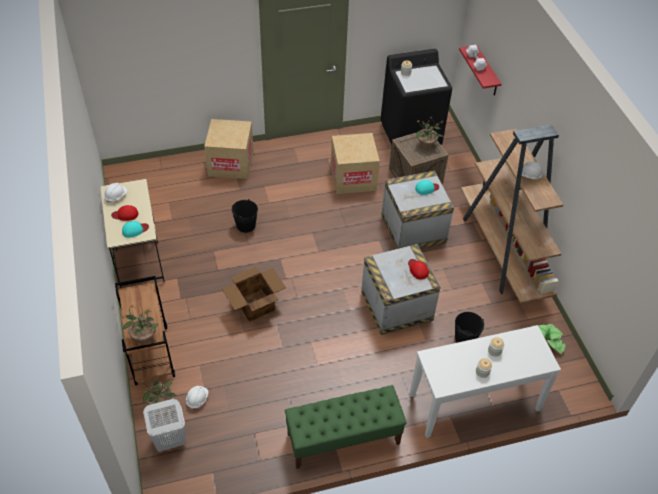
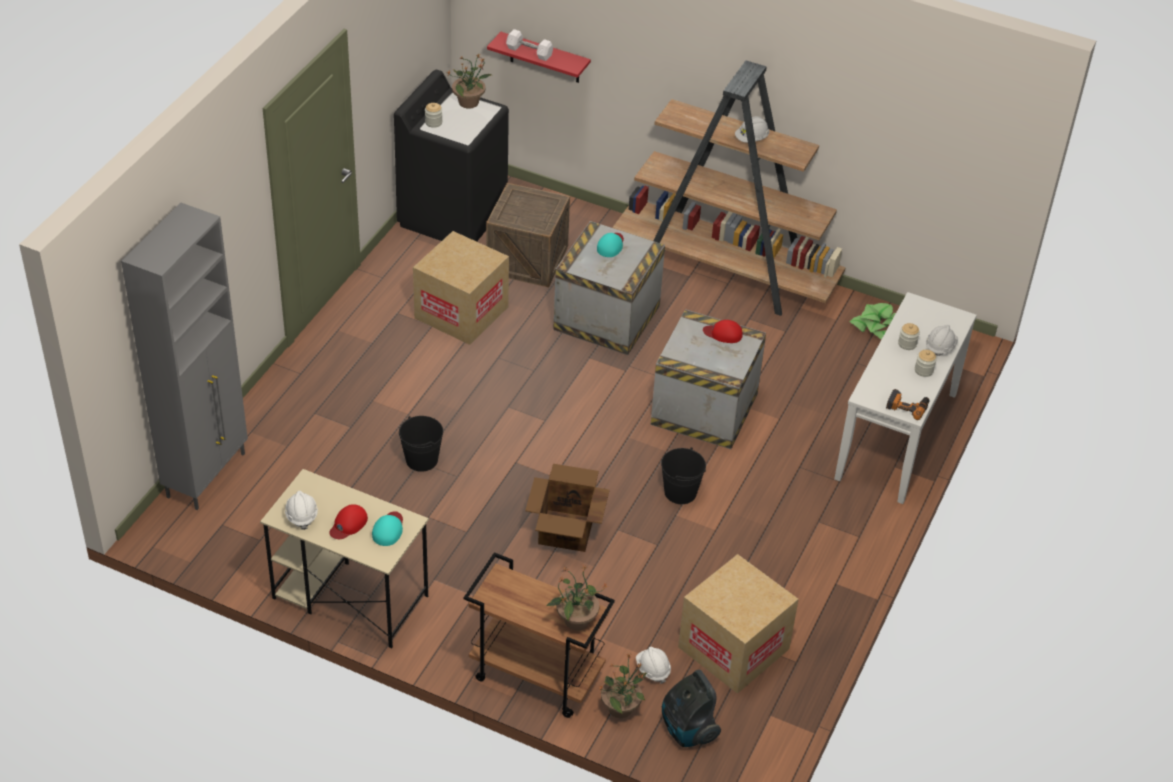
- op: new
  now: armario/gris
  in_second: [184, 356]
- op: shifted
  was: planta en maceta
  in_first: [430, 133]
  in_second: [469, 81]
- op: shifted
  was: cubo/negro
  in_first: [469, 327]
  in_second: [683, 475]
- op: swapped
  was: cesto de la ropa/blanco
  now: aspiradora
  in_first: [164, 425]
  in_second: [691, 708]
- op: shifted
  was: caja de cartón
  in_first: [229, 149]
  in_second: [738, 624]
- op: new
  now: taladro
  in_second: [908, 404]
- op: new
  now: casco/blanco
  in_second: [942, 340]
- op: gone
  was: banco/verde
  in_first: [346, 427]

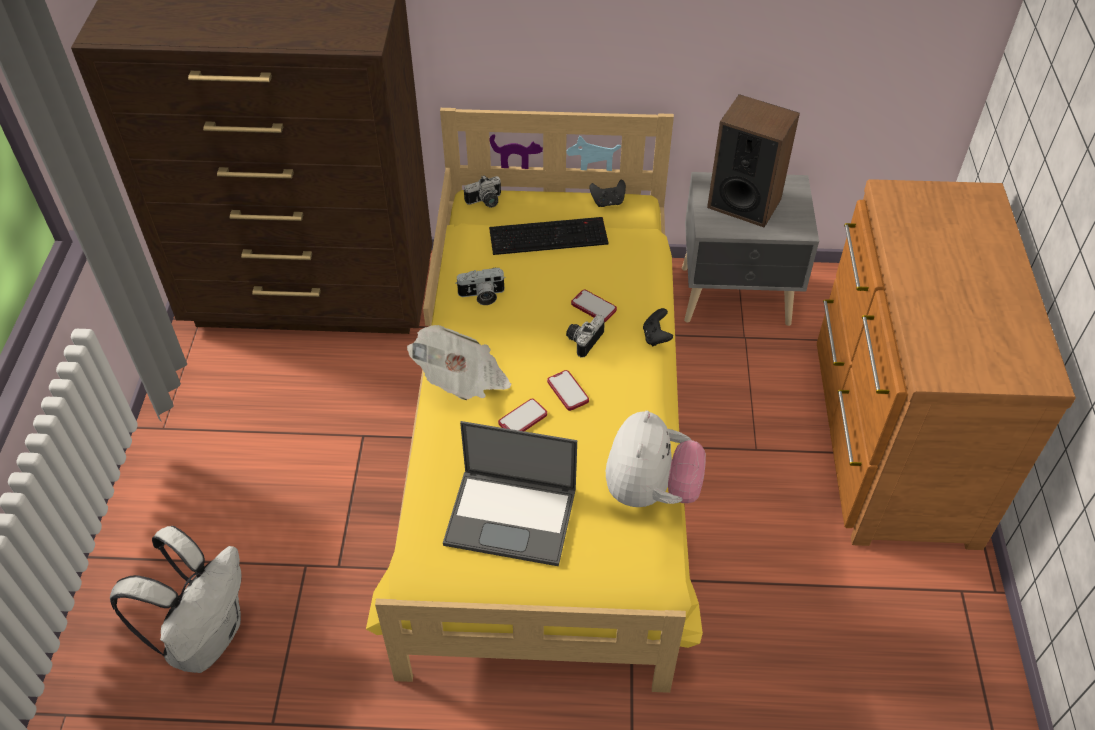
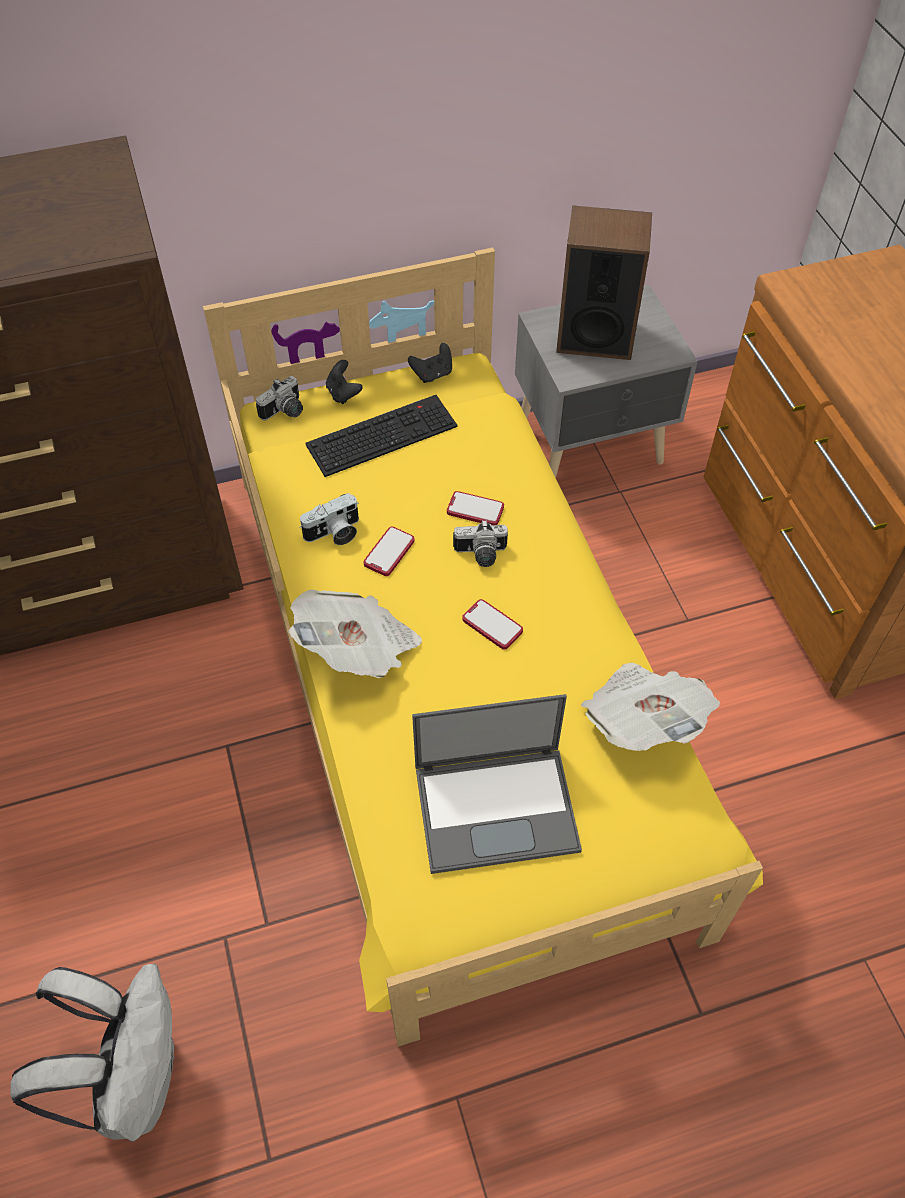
- op: shifted
  was: mando de consola/negro
  in_first: [658, 327]
  in_second: [344, 382]
- op: shifted
  was: móvil
  in_first: [522, 415]
  in_second: [389, 551]
- op: rotated
  was: cámara
  in_first: [585, 336]
  in_second: [480, 543]
  clockwise: -105
- op: swapped
  was: peluche
  now: periódico
  in_first: [656, 458]
  in_second: [650, 707]

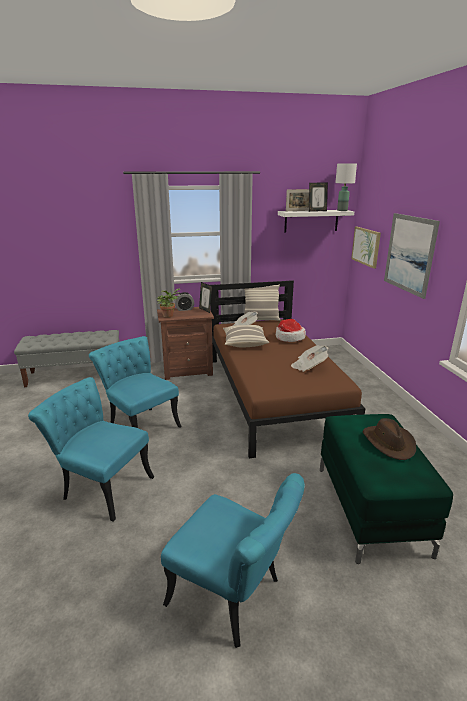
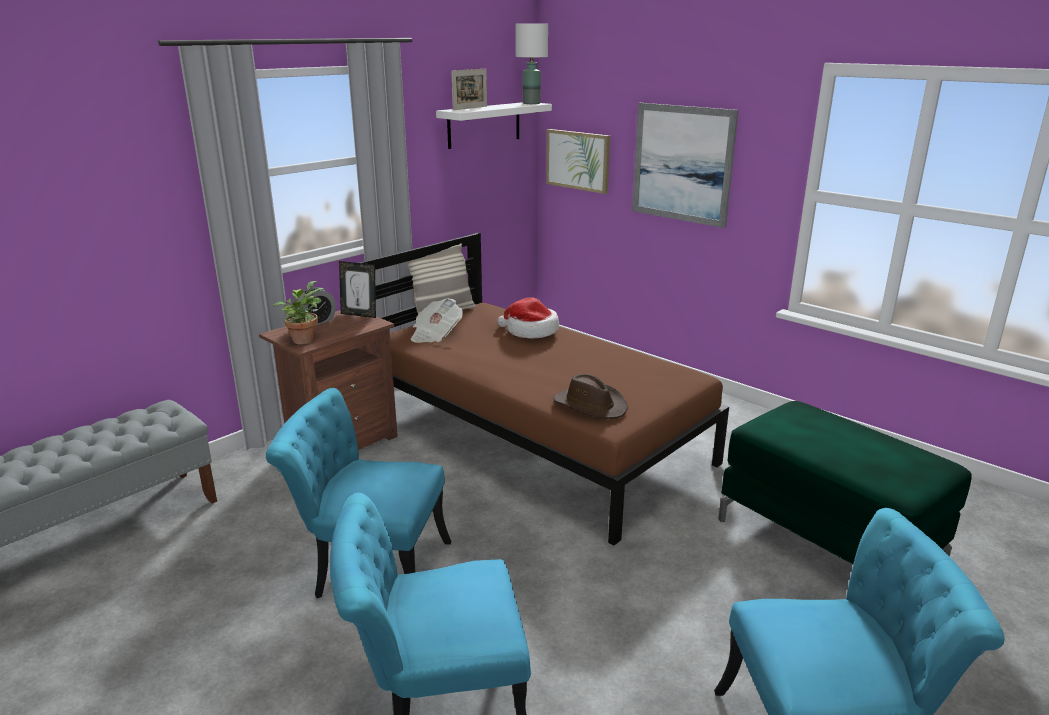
- op: shifted
  was: sombrero/marrón
  in_first: [389, 439]
  in_second: [590, 396]
- op: gone
  was: cojín
  in_first: [246, 336]
- op: gone
  was: periódico
  in_first: [310, 358]
- op: gone
  was: portarretratos
  in_first: [318, 197]

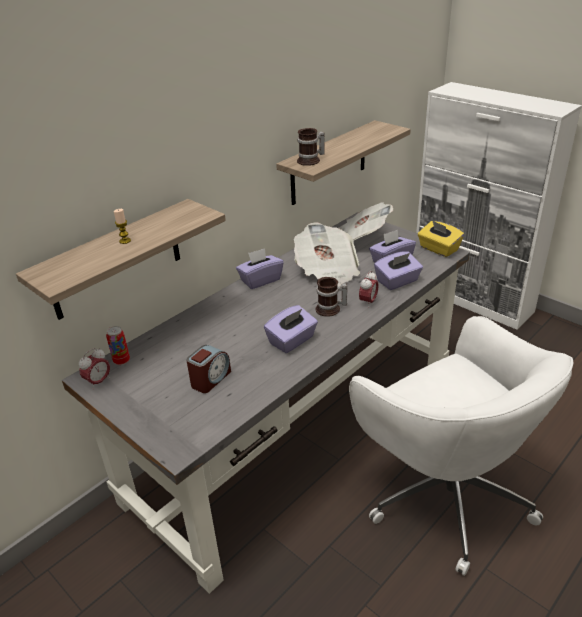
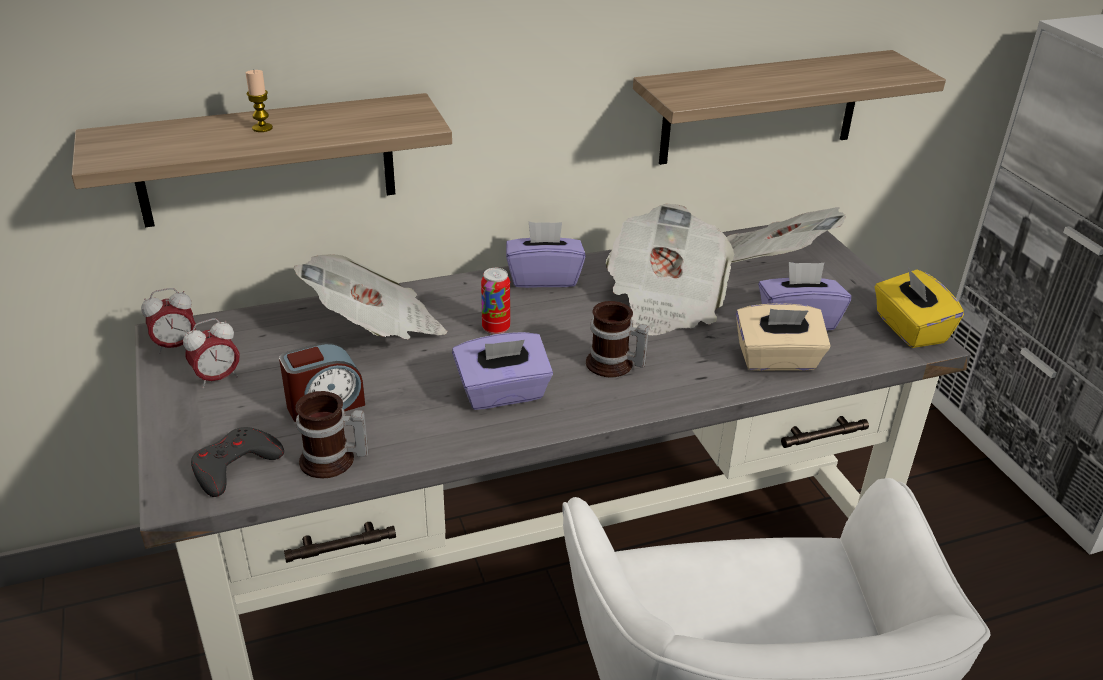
- op: shifted
  was: despertador
  in_first: [369, 289]
  in_second: [211, 353]
- op: new
  now: mando de consola/gris
  in_second: [237, 462]
- op: new
  now: periódico
  in_second: [371, 296]
- op: shifted
  was: taza grande
  in_first: [311, 147]
  in_second: [331, 434]
- op: shifted
  was: lata
  in_first: [118, 345]
  in_second: [495, 301]
- op: repainted
  was: caja de pañuelos/morado
  now: caja de pañuelos/beis
  in_first: [398, 271]
  in_second: [783, 337]

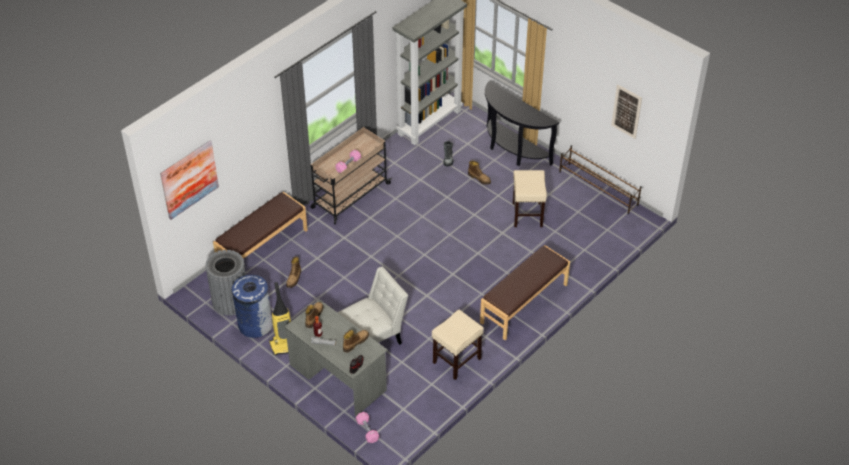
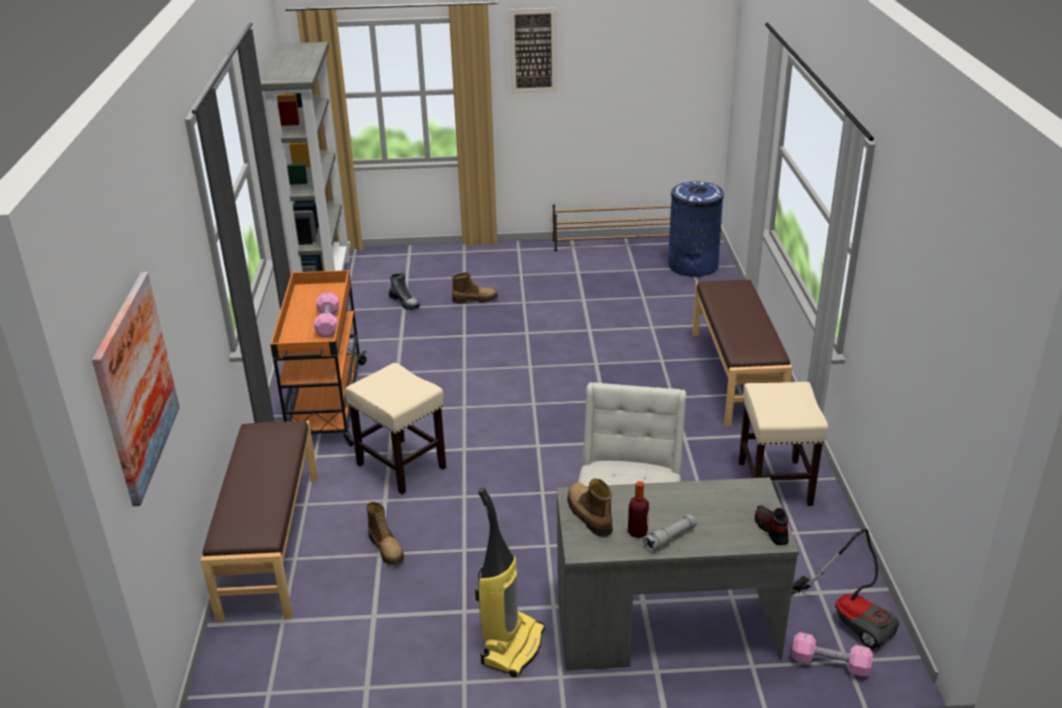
- op: repainted
  was: carrito/beis
  now: carrito/naranja
  in_first: [351, 175]
  in_second: [318, 358]
- op: shifted
  was: taburete/beis
  in_first: [530, 198]
  in_second: [395, 429]
- op: shifted
  was: cuadro
  in_first: [626, 111]
  in_second: [533, 51]
- op: shifted
  was: papelera/azul
  in_first: [252, 306]
  in_second: [696, 229]
- op: new
  now: aspiradora
  in_second: [845, 588]
- op: gone
  was: papelera/gris
  in_first: [226, 283]
- op: gone
  was: bota
  in_first: [356, 341]
- op: gone
  was: mesa consola/negro
  in_first: [522, 124]

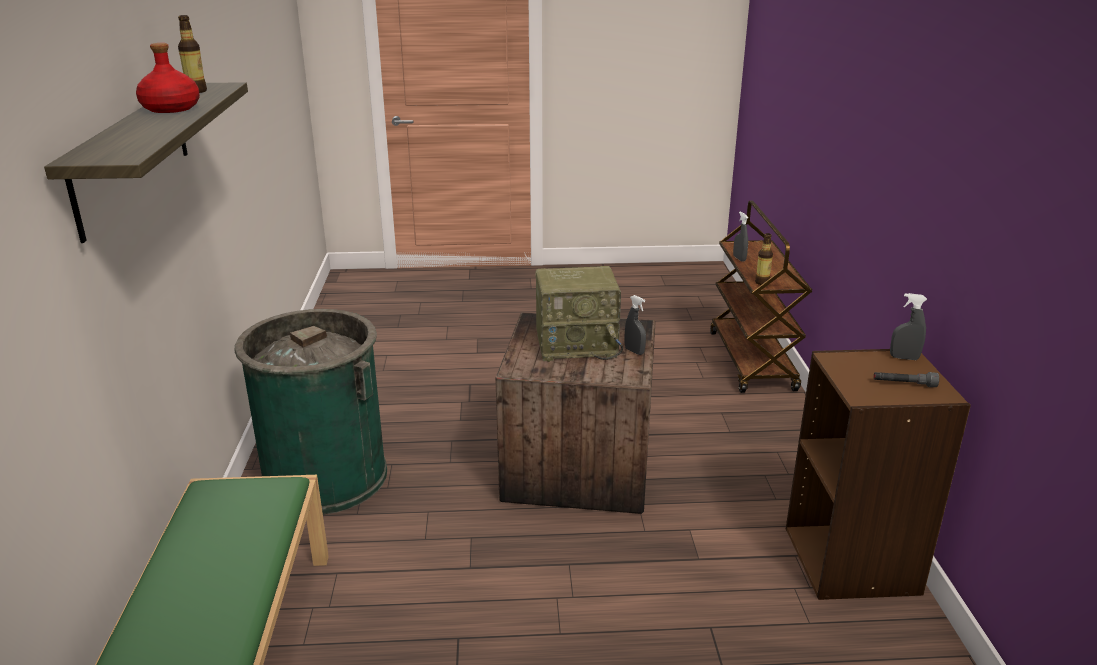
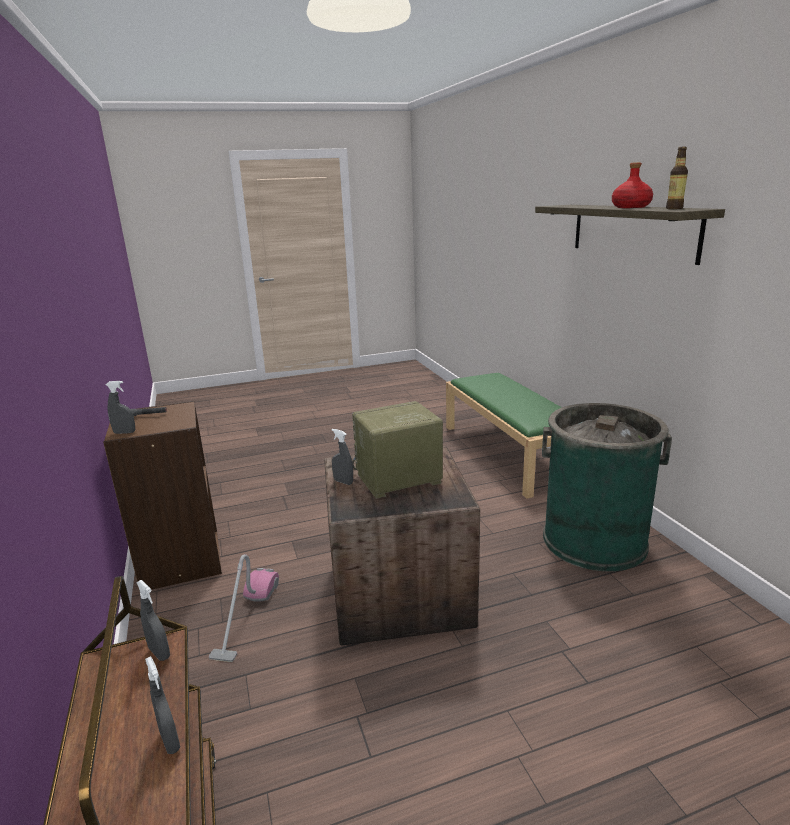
- op: swapped
  was: botella
  now: pulverizador/gris
  in_first: [764, 259]
  in_second: [153, 620]
- op: new
  now: aspiradora
  in_second: [244, 608]

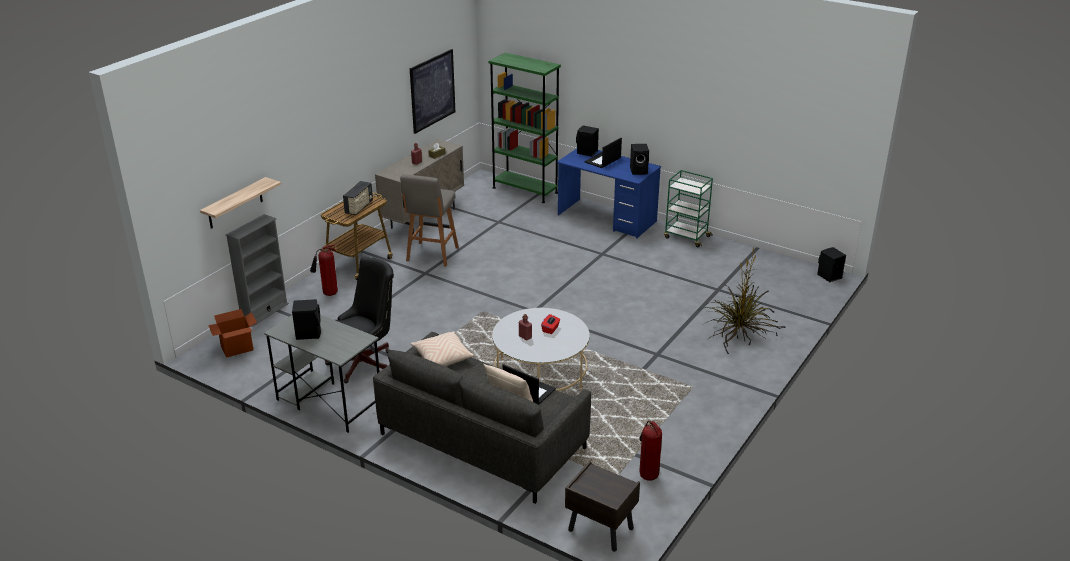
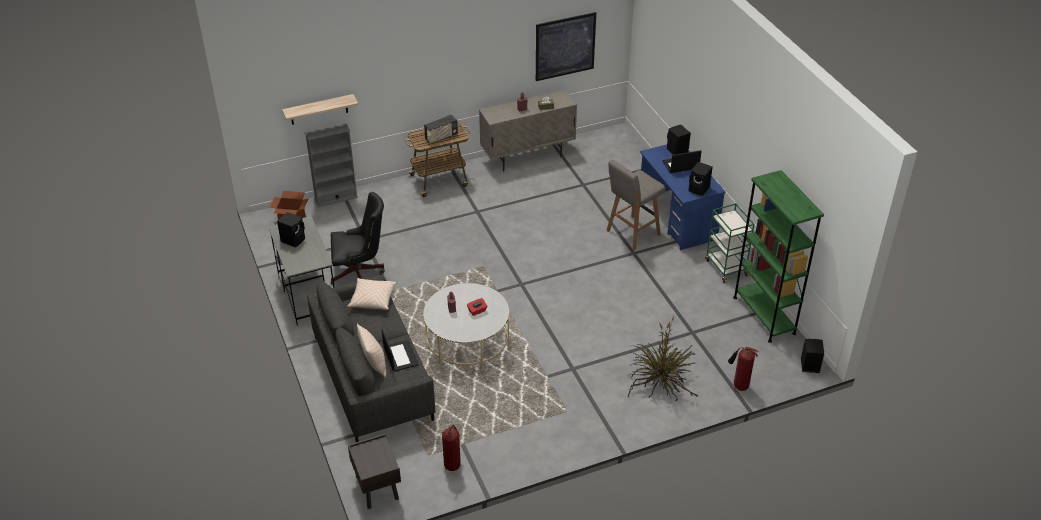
- op: shifted
  was: taburete/gris
  in_first: [429, 220]
  in_second: [636, 205]
- op: shifted
  was: extintor
  in_first: [324, 270]
  in_second: [743, 369]
- op: shifted
  was: estantería/verde
  in_first: [524, 128]
  in_second: [778, 256]

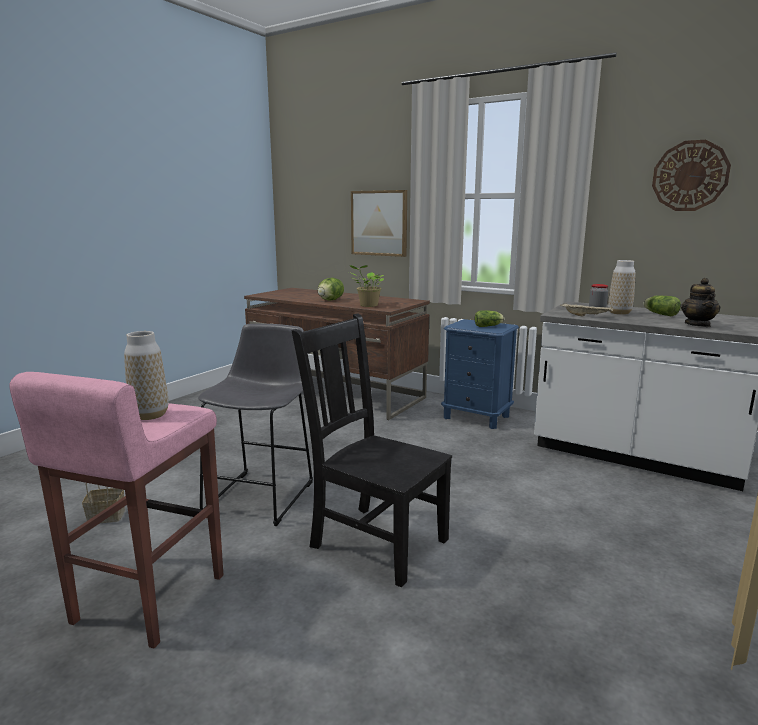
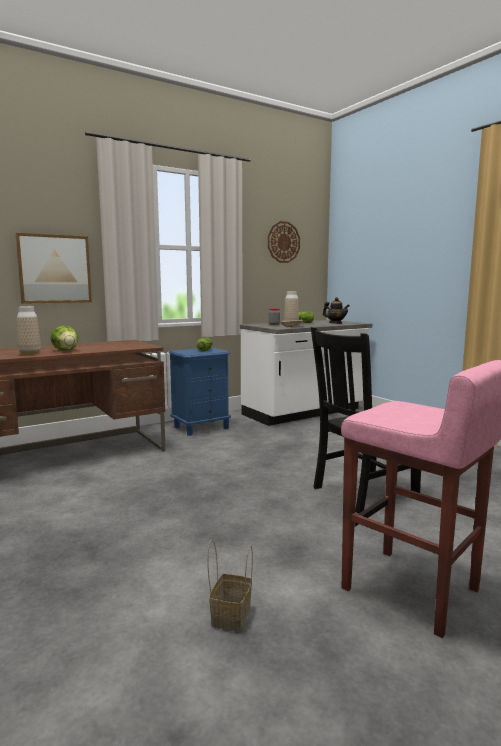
- op: shifted
  was: florero
  in_first: [146, 375]
  in_second: [29, 330]
- op: gone
  was: taburete/gris
  in_first: [255, 425]
- op: gone
  was: planta en maceta
  in_first: [366, 286]

